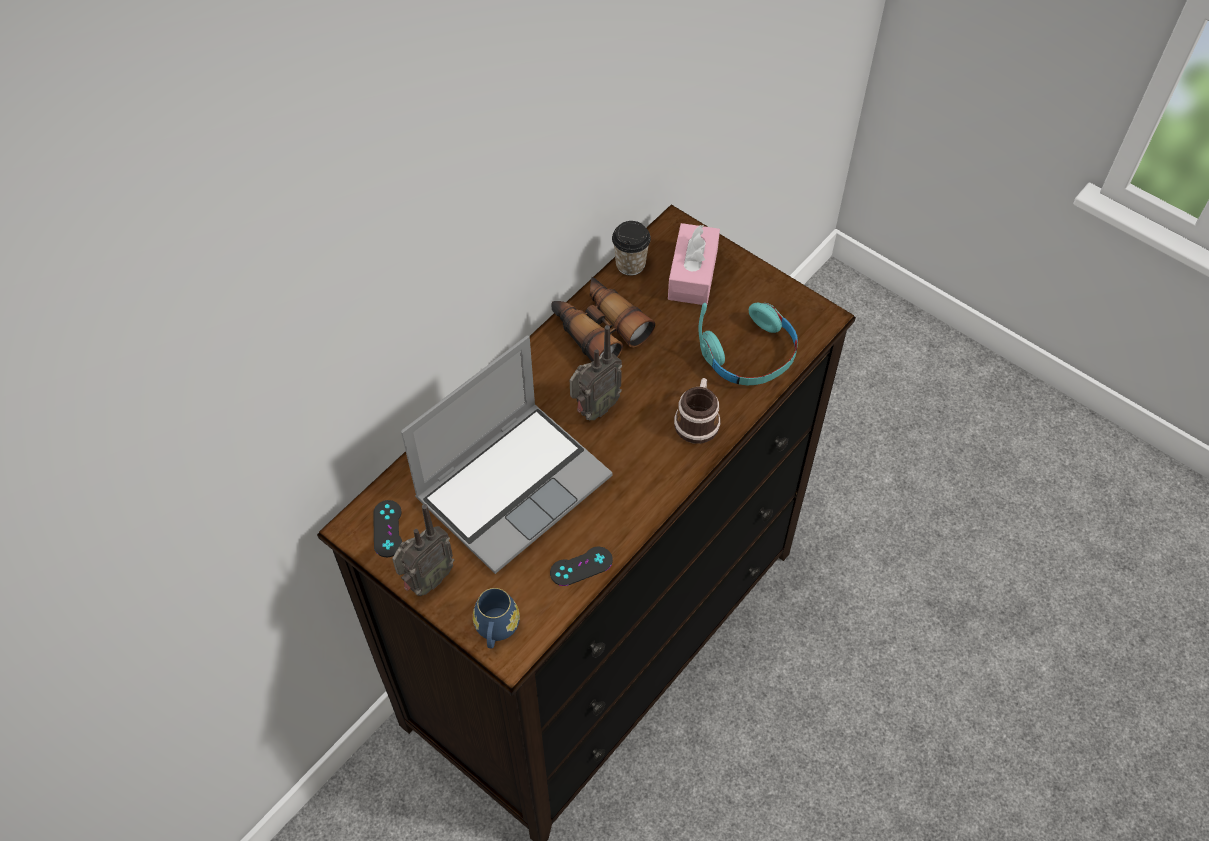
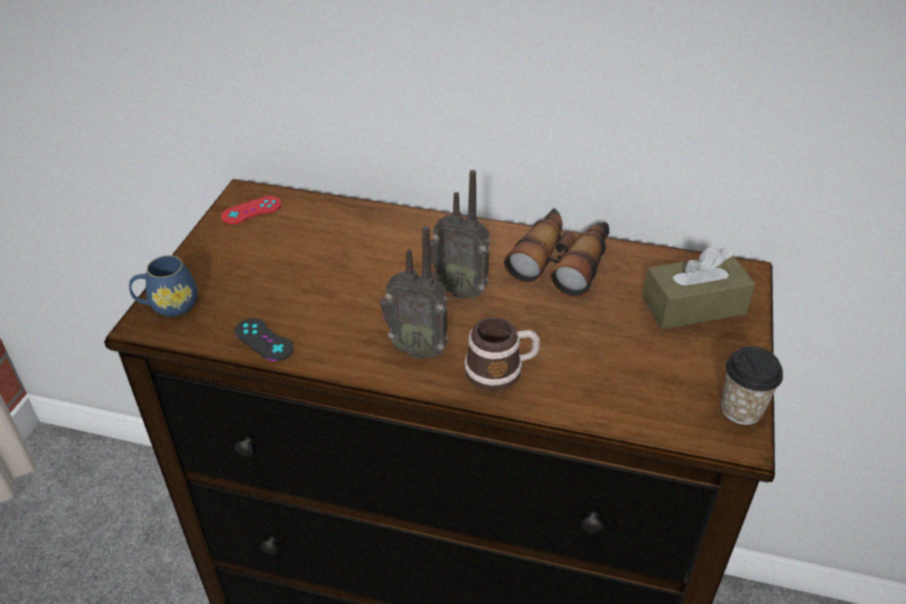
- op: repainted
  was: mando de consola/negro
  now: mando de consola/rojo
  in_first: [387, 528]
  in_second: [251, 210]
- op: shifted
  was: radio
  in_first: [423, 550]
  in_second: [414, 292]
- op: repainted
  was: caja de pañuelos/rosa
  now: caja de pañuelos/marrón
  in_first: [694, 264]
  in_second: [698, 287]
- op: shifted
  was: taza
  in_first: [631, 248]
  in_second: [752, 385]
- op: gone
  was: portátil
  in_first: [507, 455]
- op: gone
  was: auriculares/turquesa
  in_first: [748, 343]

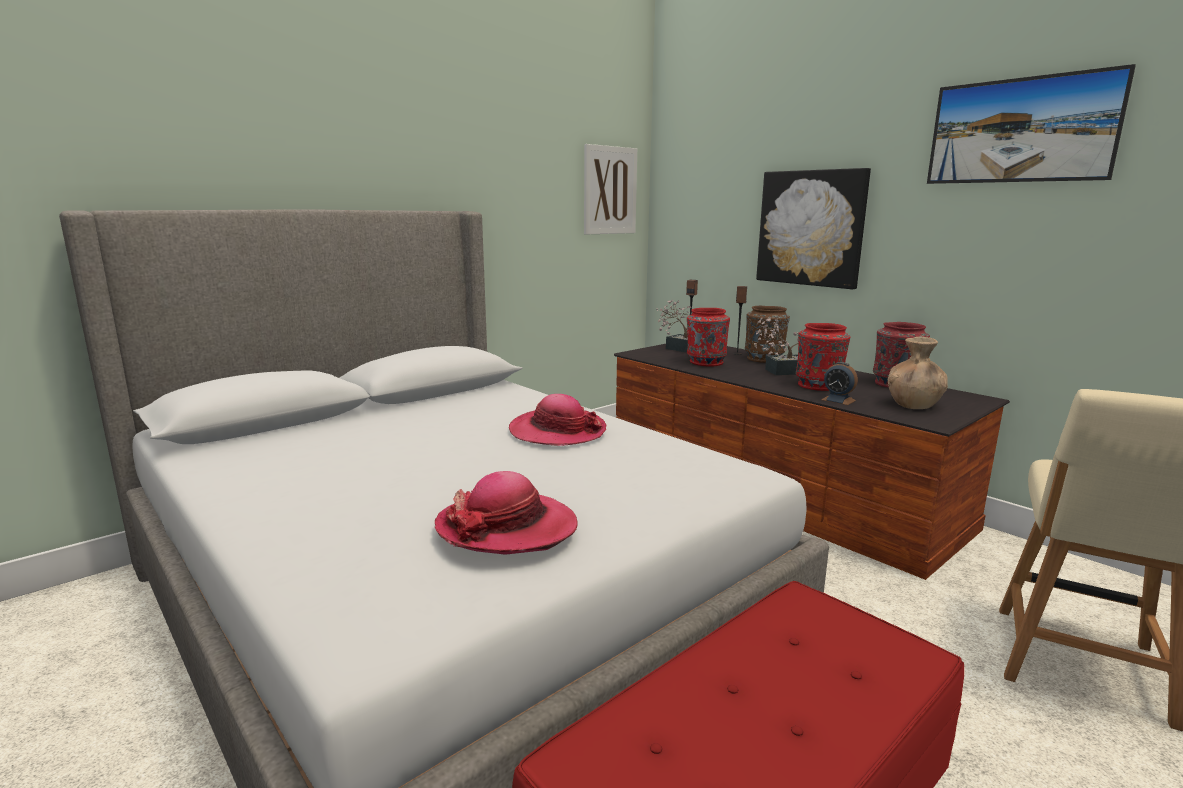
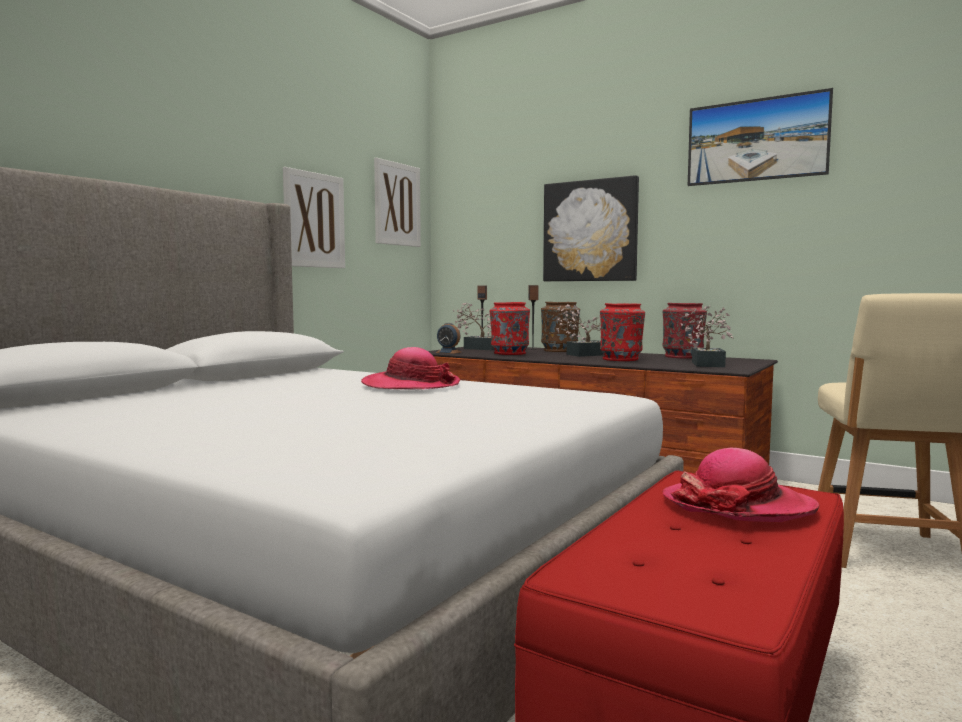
- op: new
  now: cuadro
  in_second: [314, 217]
- op: shifted
  was: despertador
  in_first: [839, 383]
  in_second: [448, 338]
- op: shifted
  was: sombrero
  in_first: [506, 513]
  in_second: [740, 485]
- op: swapped
  was: florero/marrón
  now: planta en maceta
  in_first: [918, 373]
  in_second: [707, 336]

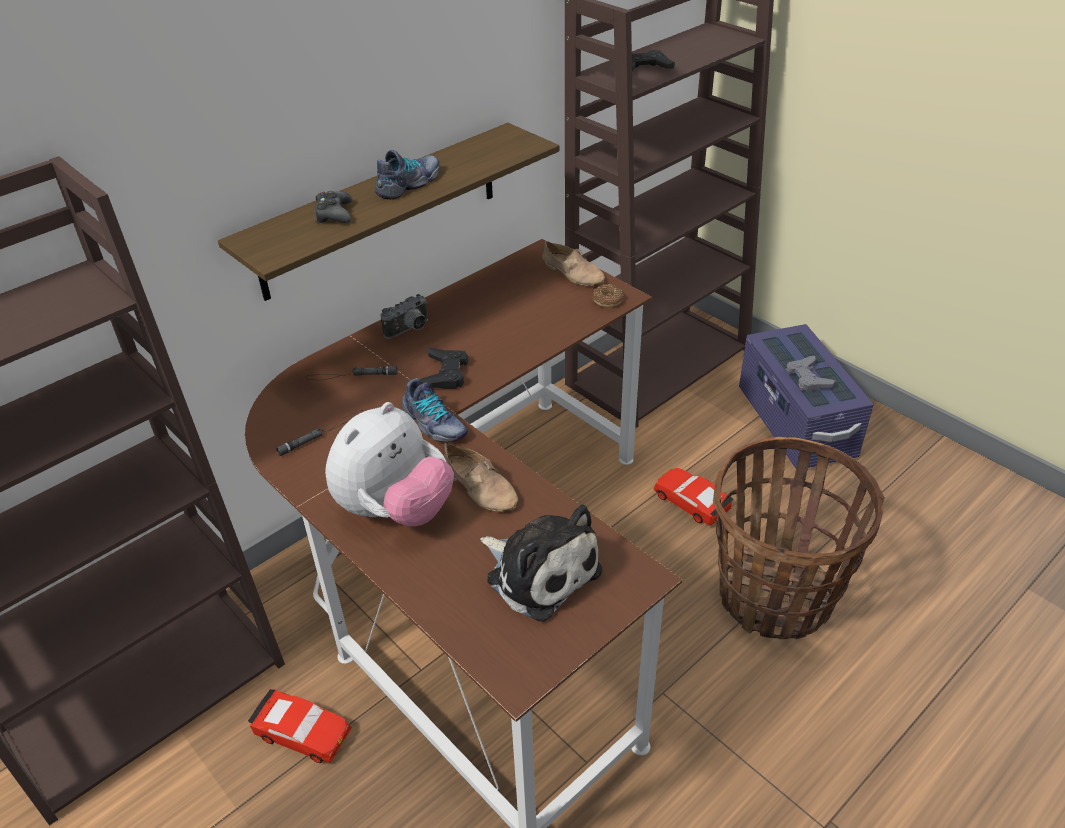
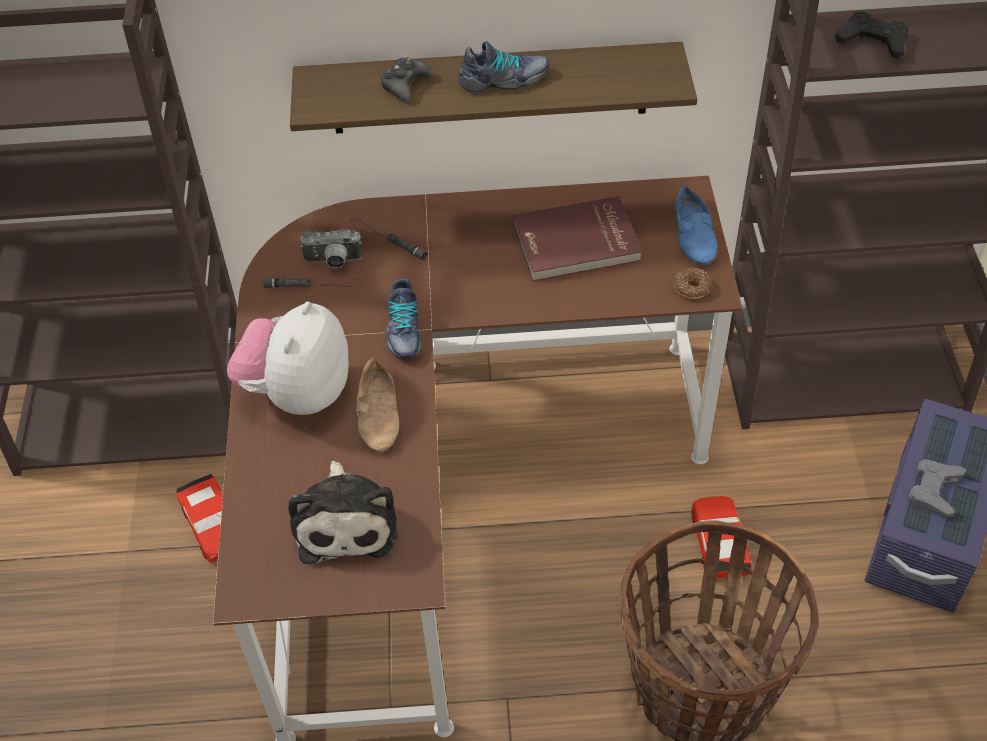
- op: rotated
  was: peluche
  in_first: [389, 464]
  in_second: [287, 358]
  clockwise: 120
- op: shifted
  was: cámara
  in_first: [404, 316]
  in_second: [331, 249]
- op: new
  now: libro/rojo
  in_second: [577, 238]
- op: repainted
  was: zapato/beis
  now: zapato/azul
  in_first: [573, 263]
  in_second: [696, 225]
- op: gone
  was: mando de consola/negro
  in_first: [444, 368]

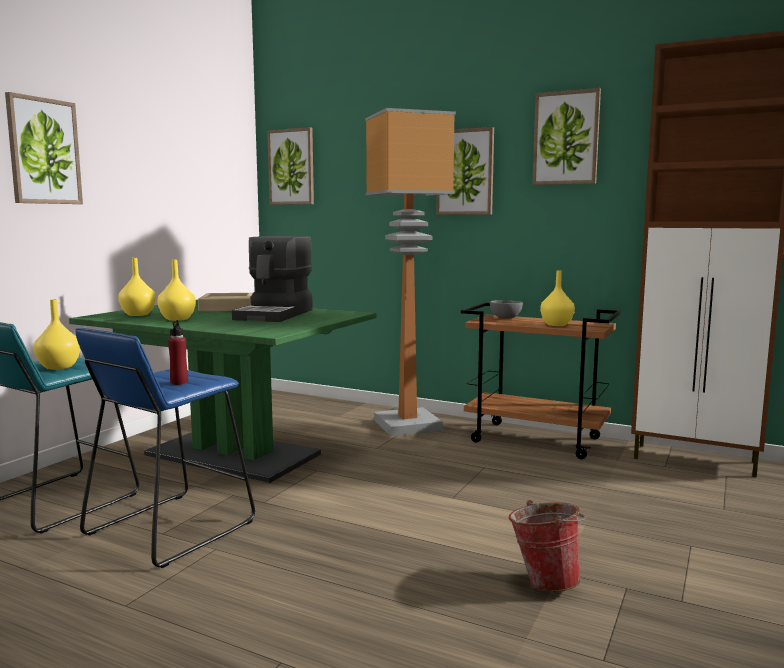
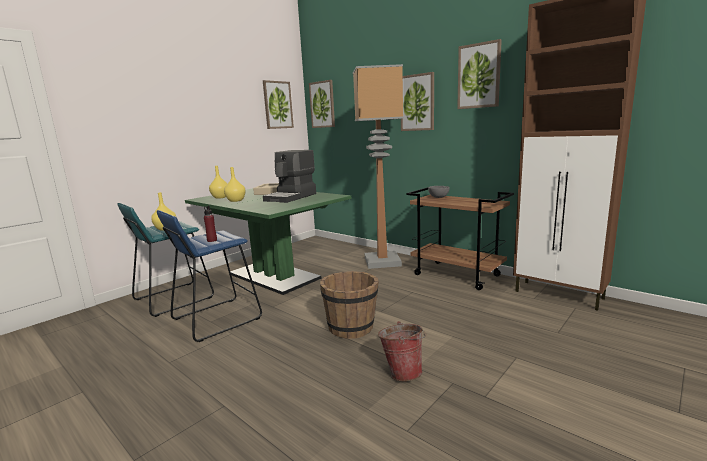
- op: shifted
  was: cuadro
  in_first: [44, 148]
  in_second: [278, 104]
- op: new
  now: cubo/marrón
  in_second: [349, 305]
- op: gone
  was: florero/amarillo
  in_first: [557, 298]

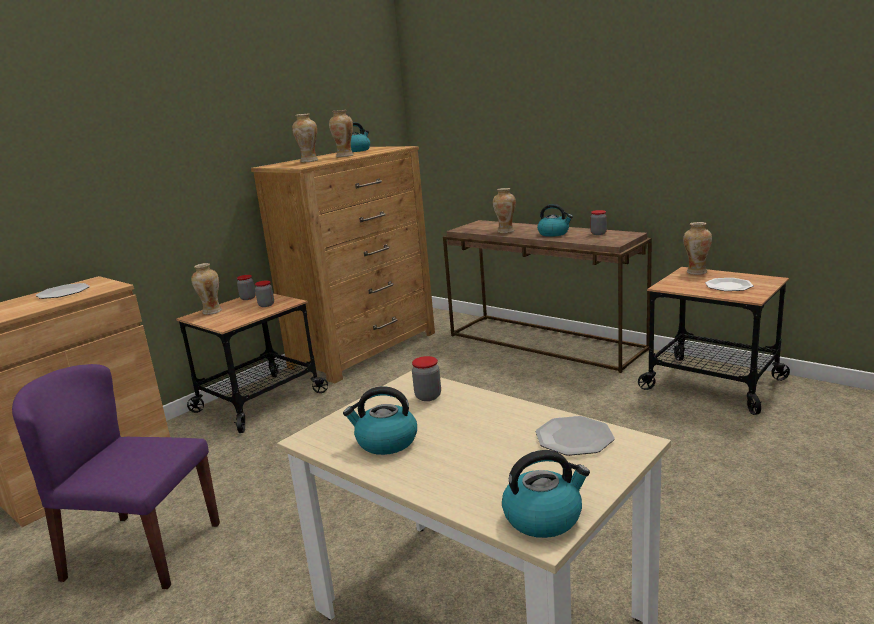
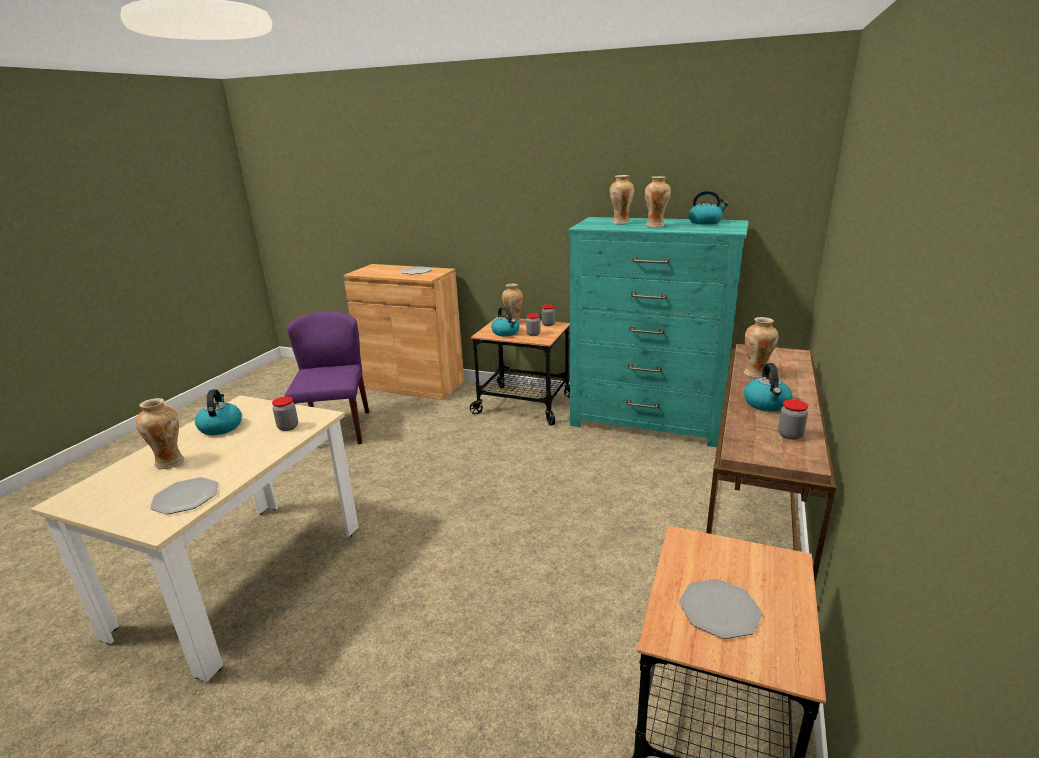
- op: shifted
  was: florero
  in_first: [697, 248]
  in_second: [160, 433]
- op: shifted
  was: hervidor
  in_first: [546, 494]
  in_second: [505, 321]
- op: repainted
  was: cómoda/marrón
  now: cómoda/turquesa
  in_first: [343, 264]
  in_second: [658, 332]

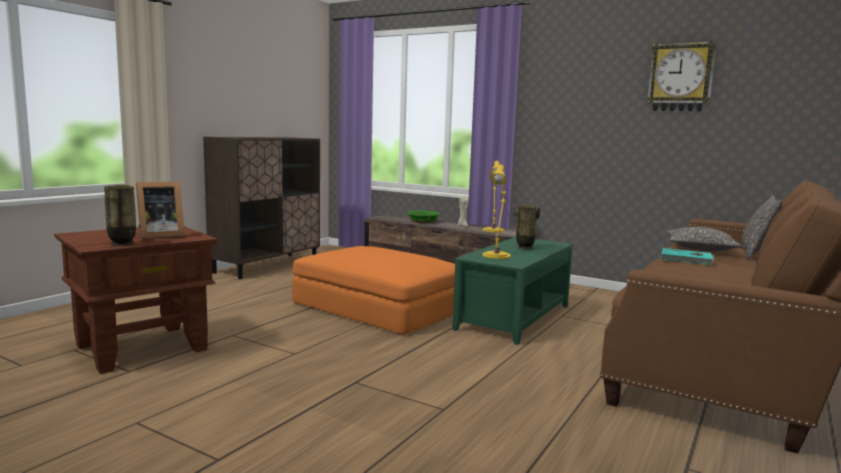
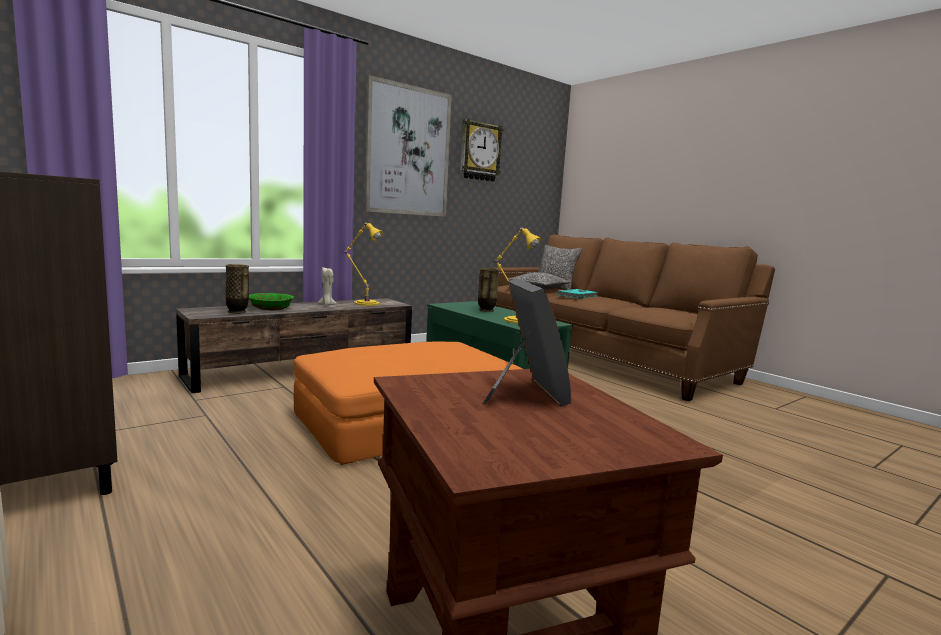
- op: shifted
  was: florero
  in_first: [120, 215]
  in_second: [237, 289]
- op: new
  now: cuadro
  in_second: [408, 146]

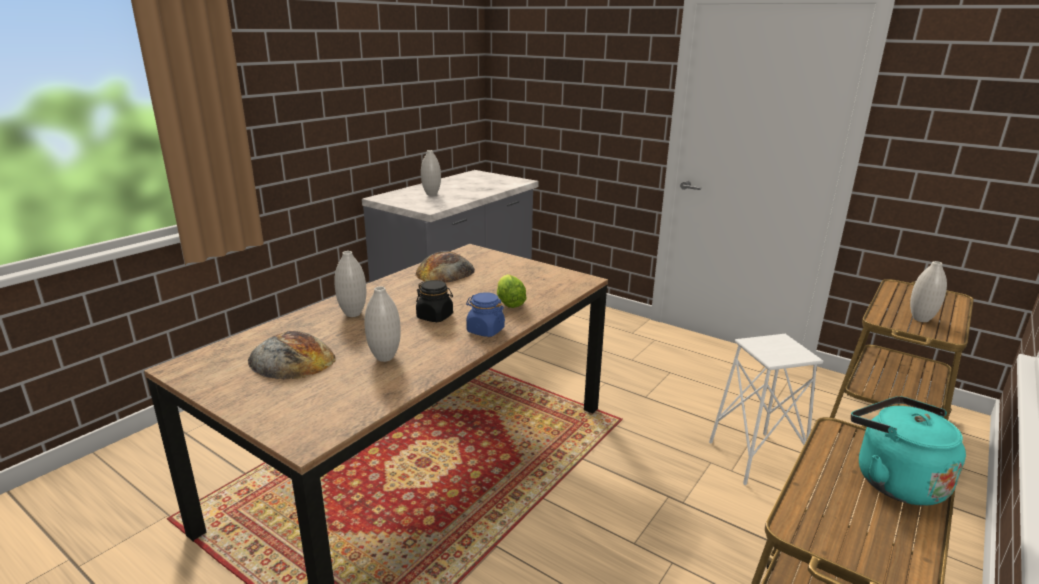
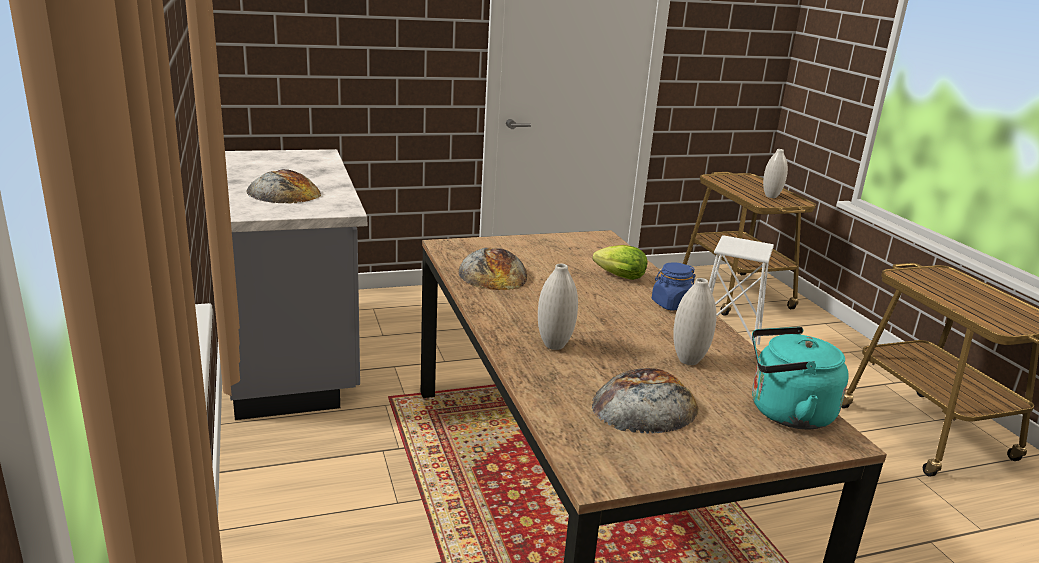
- op: swapped
  was: florero/blanco
  now: pan
  in_first: [431, 173]
  in_second: [283, 186]
- op: shifted
  was: hervidor/turquesa
  in_first: [908, 451]
  in_second: [800, 378]
- op: gone
  was: tarro/negro
  in_first: [434, 301]

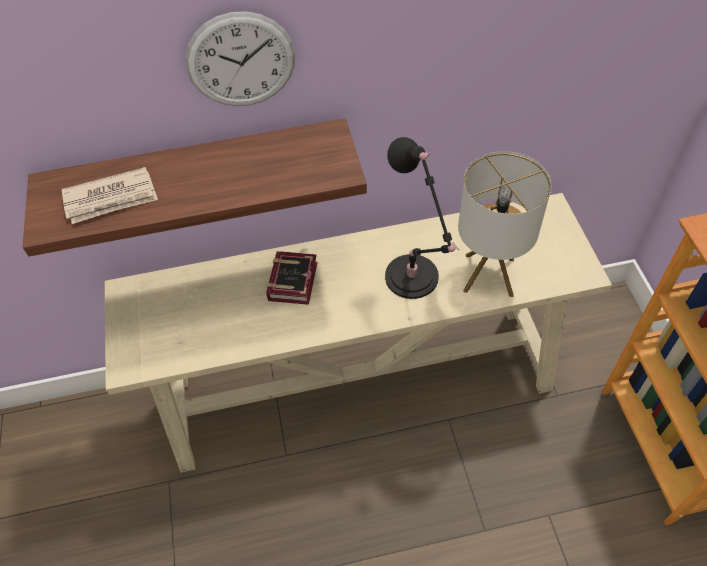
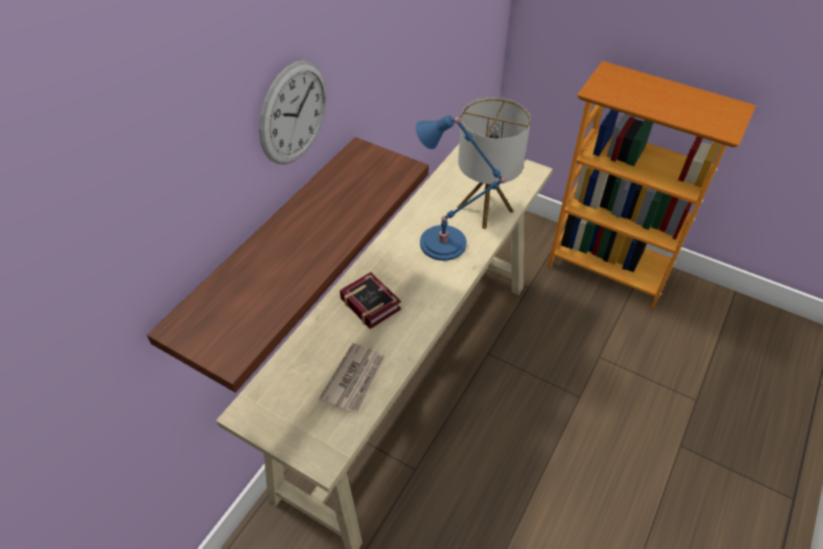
- op: shifted
  was: periódico
  in_first: [110, 195]
  in_second: [352, 378]
- op: repainted
  was: lámpara de mesa/negro
  now: lámpara de mesa/azul
  in_first: [422, 218]
  in_second: [462, 188]

